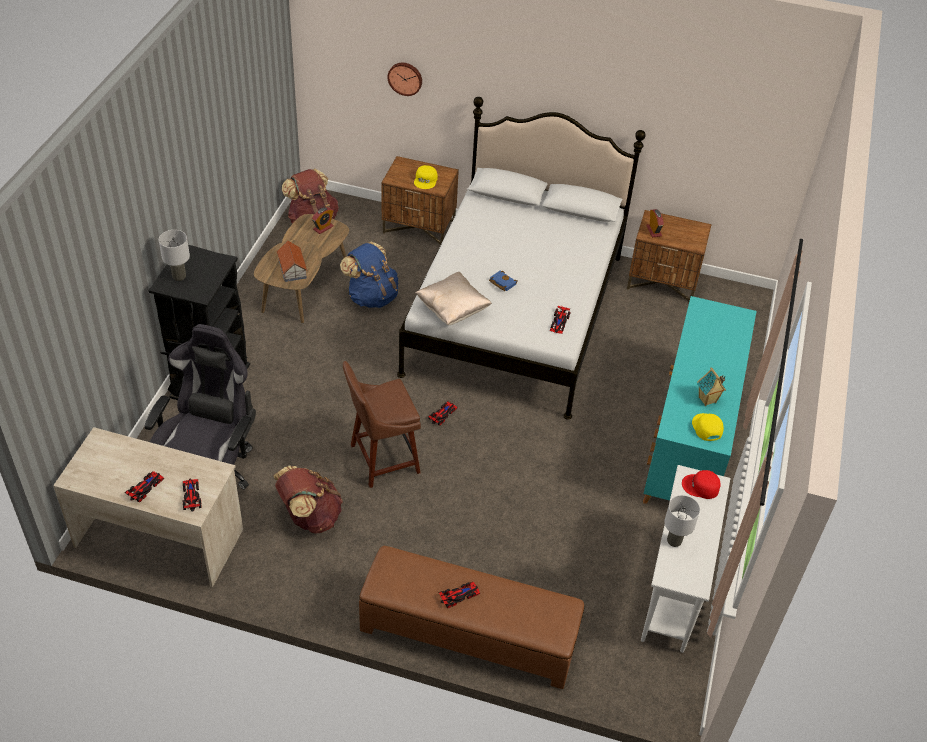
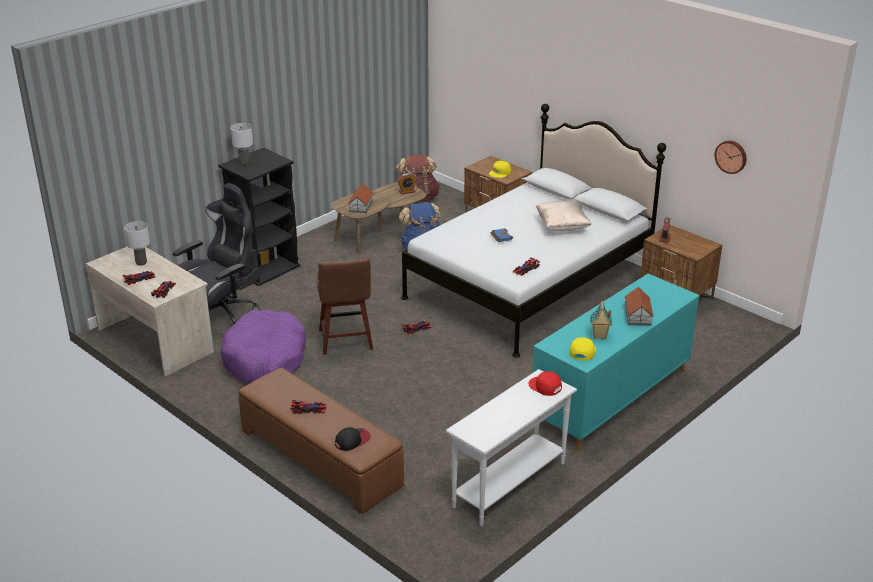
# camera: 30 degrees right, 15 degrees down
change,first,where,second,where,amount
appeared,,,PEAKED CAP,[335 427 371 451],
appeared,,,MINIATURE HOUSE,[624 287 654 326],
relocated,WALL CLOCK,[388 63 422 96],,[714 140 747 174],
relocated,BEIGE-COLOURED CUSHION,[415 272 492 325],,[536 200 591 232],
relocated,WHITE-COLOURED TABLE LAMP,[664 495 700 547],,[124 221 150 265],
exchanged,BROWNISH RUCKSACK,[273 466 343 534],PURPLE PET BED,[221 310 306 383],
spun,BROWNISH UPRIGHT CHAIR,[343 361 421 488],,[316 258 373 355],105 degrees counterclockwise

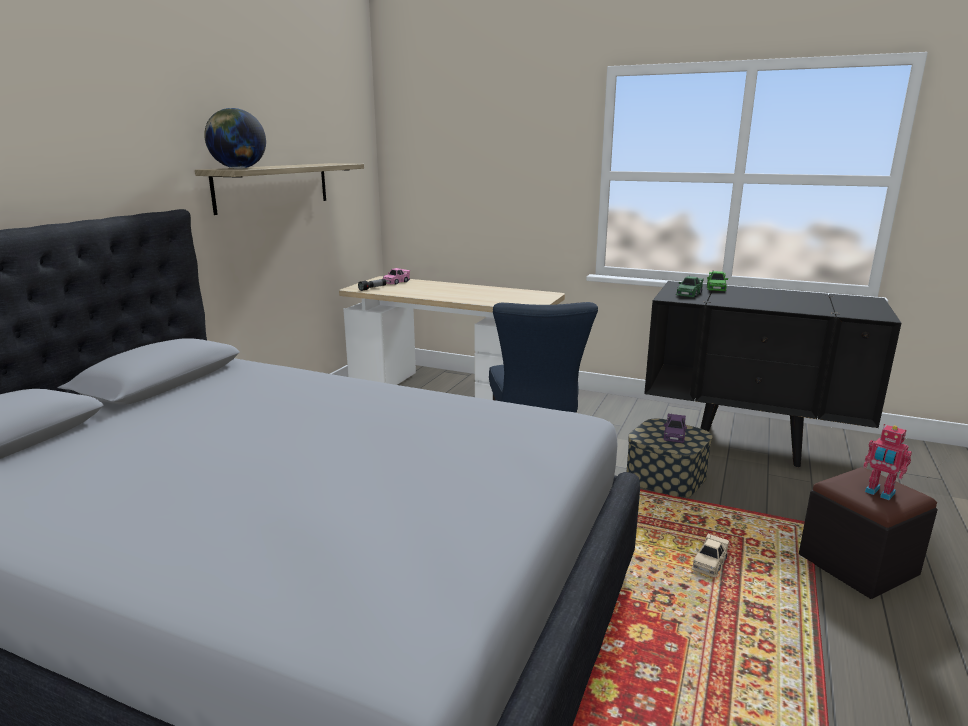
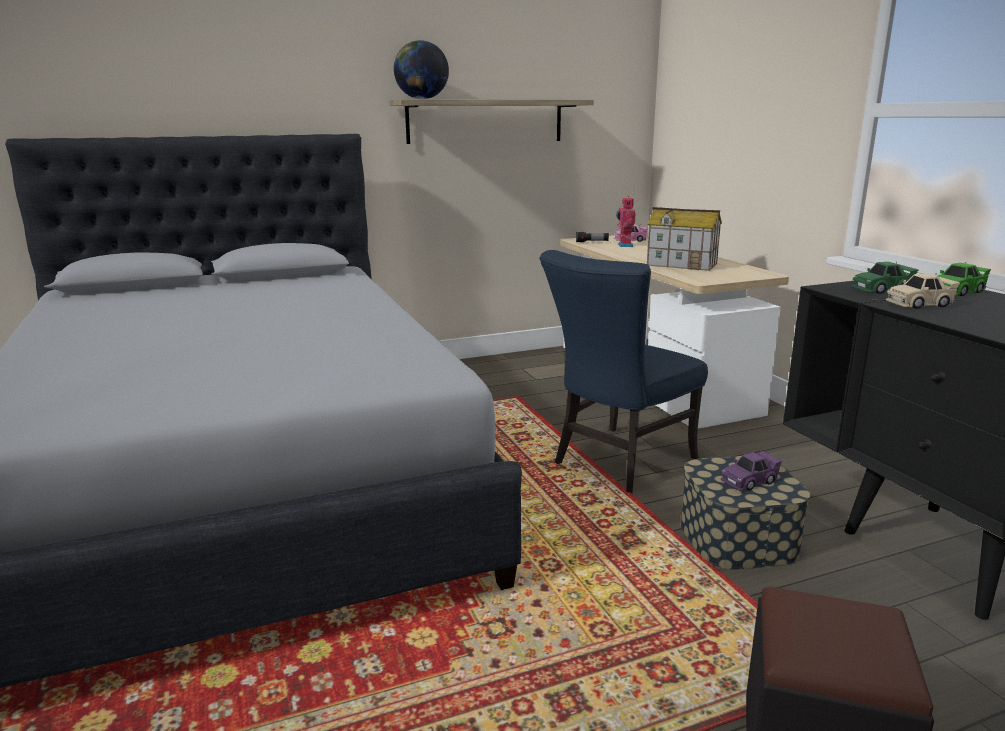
# camera: 45 degrees right, 0 degrees up
change,first,where,second,where,amount
appeared,,,MINIATURE HOUSE,[647 207 722 271],
relocated,BEIGE-COLOURED TOY CAR,[691 534 729 577],,[886 274 960 309],
relocated,ROBOT FIGURE,[863 424 912 500],,[616 196 636 247],

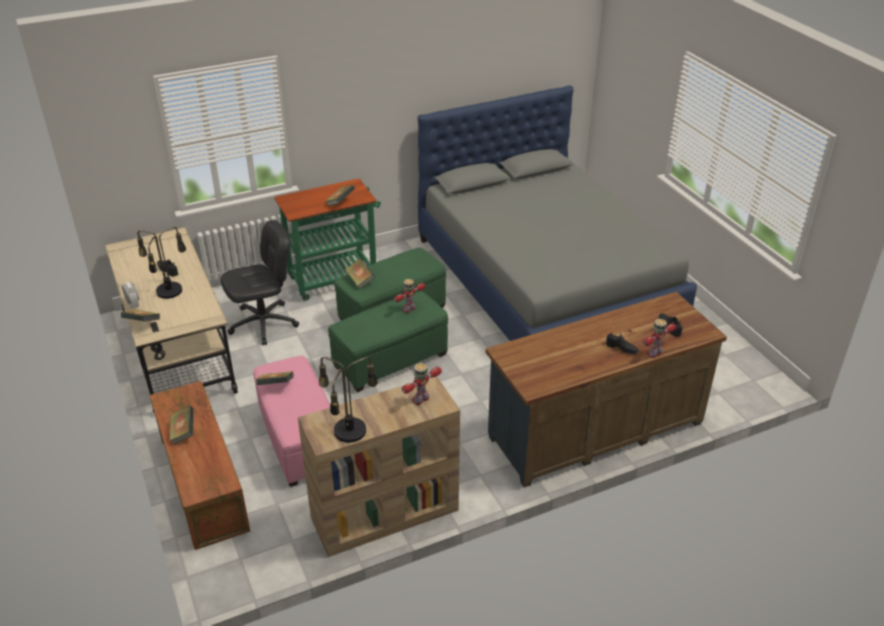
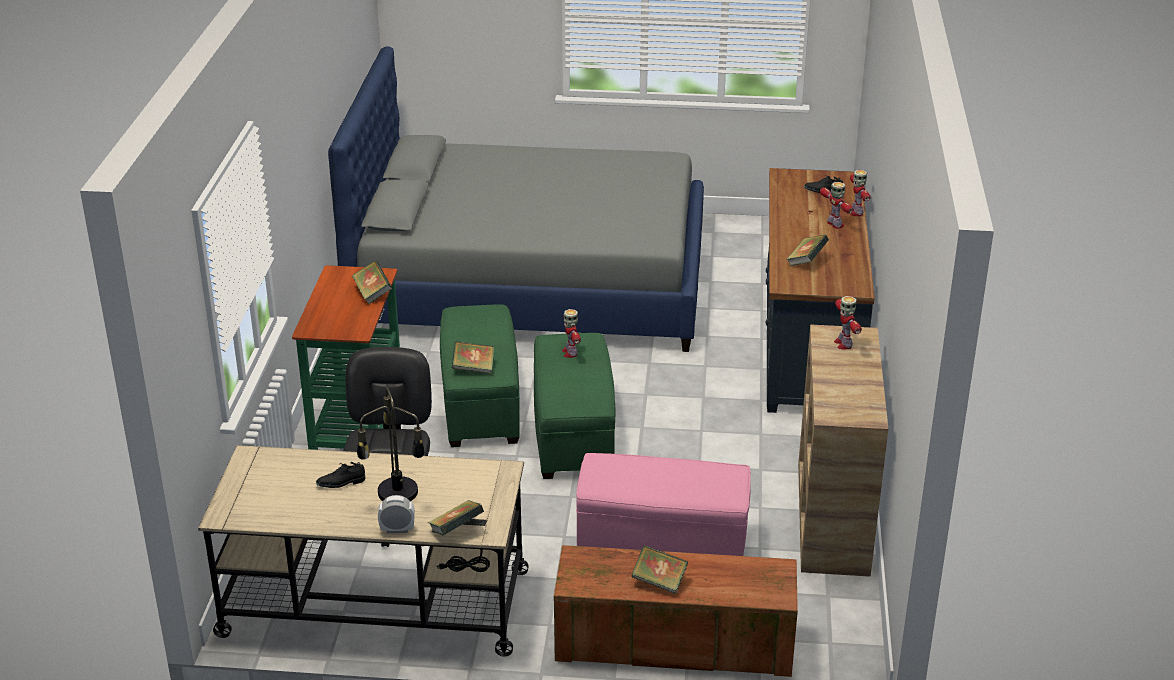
# camera: 60 degrees left, 5 degrees down
change,first,where,second,where,amount
missing,TABLE LAMP,[319 357 378 443],,,
relocated,BOUND BOOK,[256 371 294 385],,[786 235 829 266],
exchanged,BLACKISH ITEM OF FOOTWEAR,[606 332 639 354],ROBOT FIGURE,[820 182 853 229],

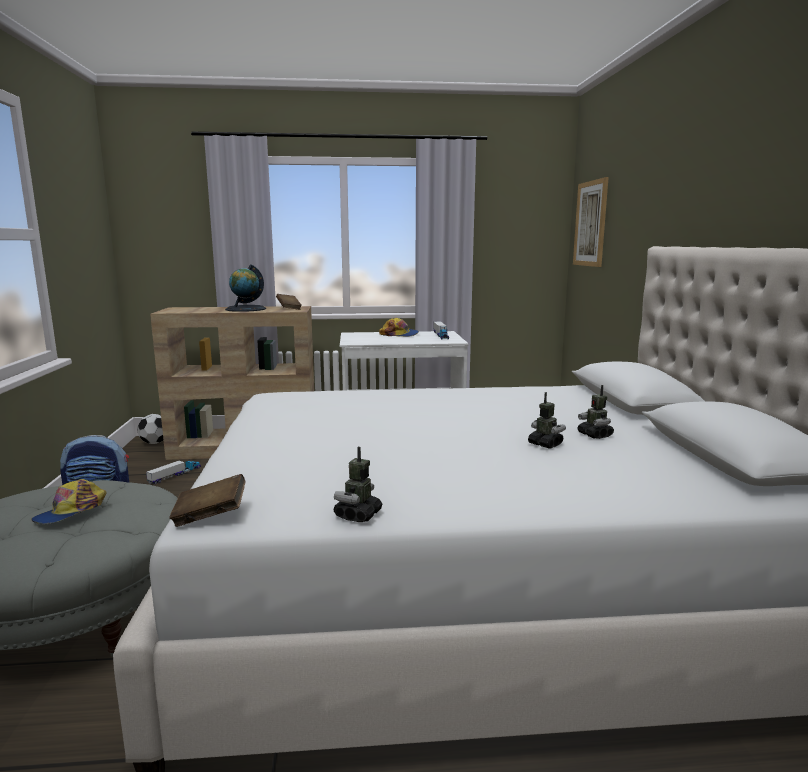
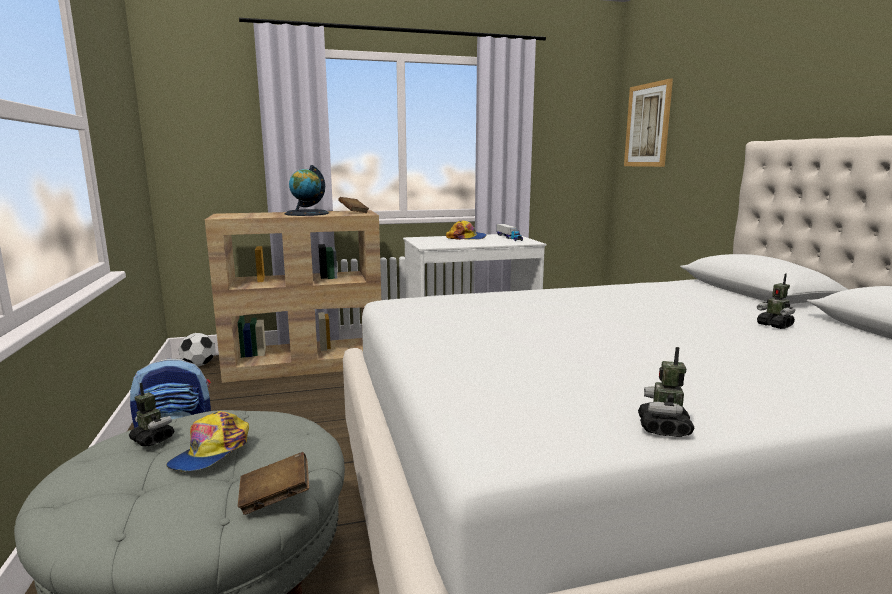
# camera: 10 degrees left, 0 degrees up
change,first,where,second,where,amount
missing,TOY LORRY,[146 459 201 484],,,
relocated,BROWNISH BOUND BOOK,[169 474 246 527],,[238 452 309 515],
relocated,ROBOT FIGURE,[528 392 566 449],,[129 383 174 446],

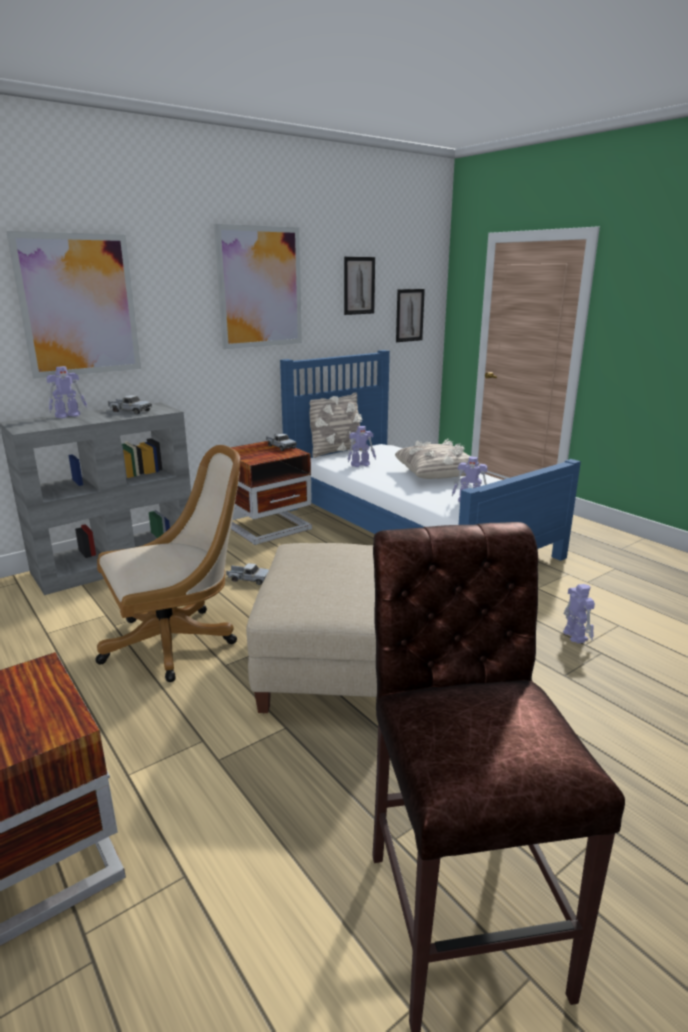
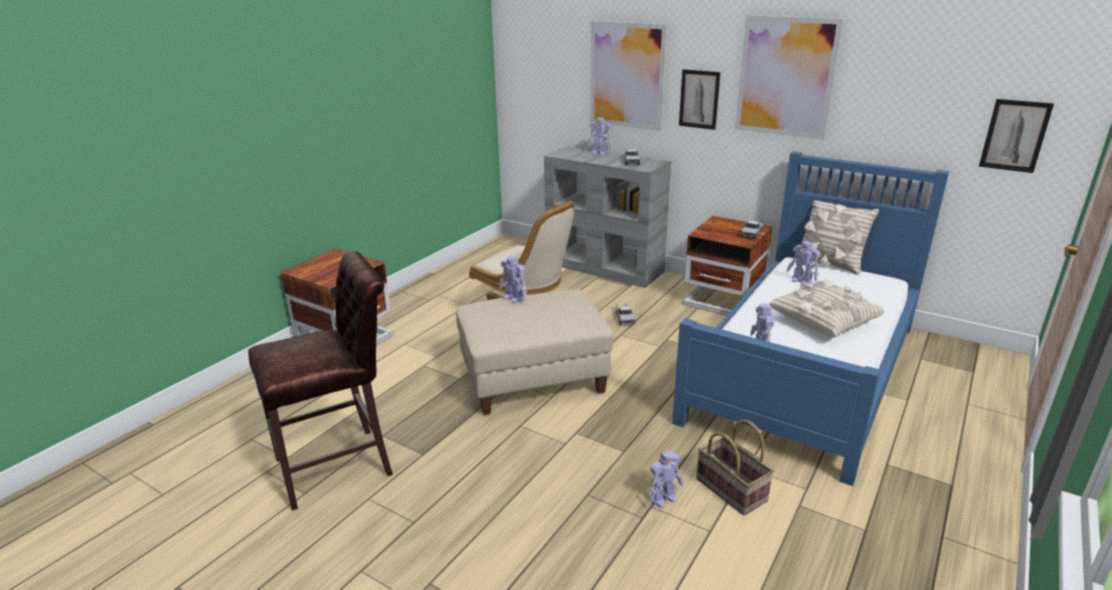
# camera: 70 degrees right, 5 degrees up
change,first,where,second,where,amount
appeared,,,ROBOT FIGURE,[499 256 527 303],
appeared,,,STORAGE BASKET,[696 420 774 515],
relocated,PICTURE,[344 257 375 315],,[679 69 720 130],

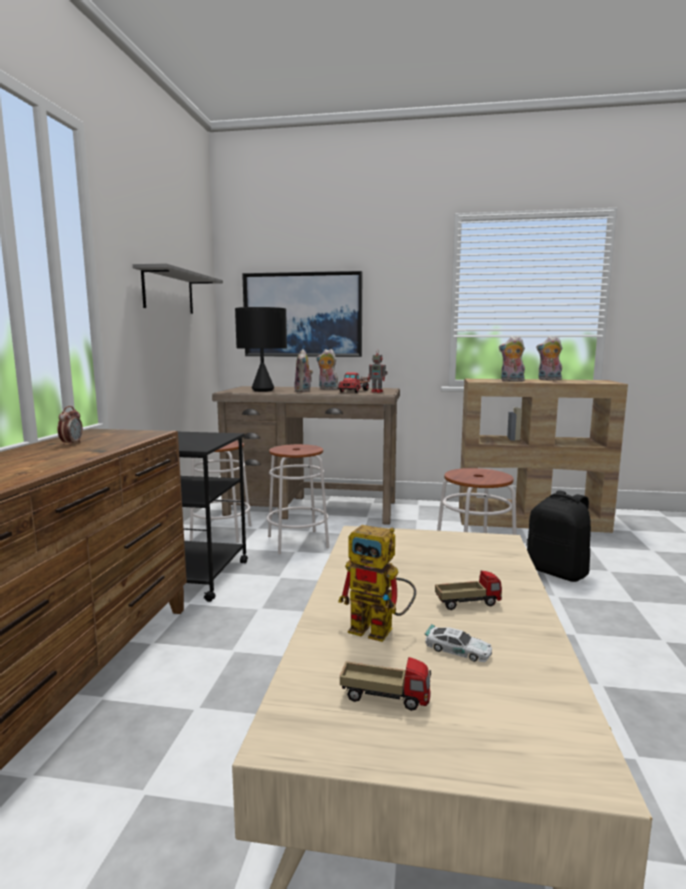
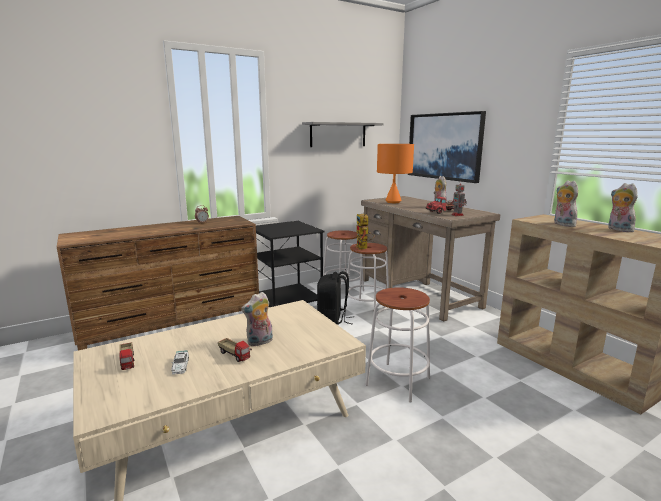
# camera: 50 degrees right, 5 degrees up
change,first,where,second,where,amount
relocated,CUDDLY TOY,[294 349 313 392],,[241 292 273 346],
relocated,ROBOT FIGURE,[338 525 416 642],,[356 214 374 250],
relocated,BLACKISH RUCKSACK,[527 490 591 582],,[317 271 354 325],
colour,BLACKISH TABLE LAMP,[235 307 287 392],ORANGEY TABLE LAMP,[377 144 414 203],

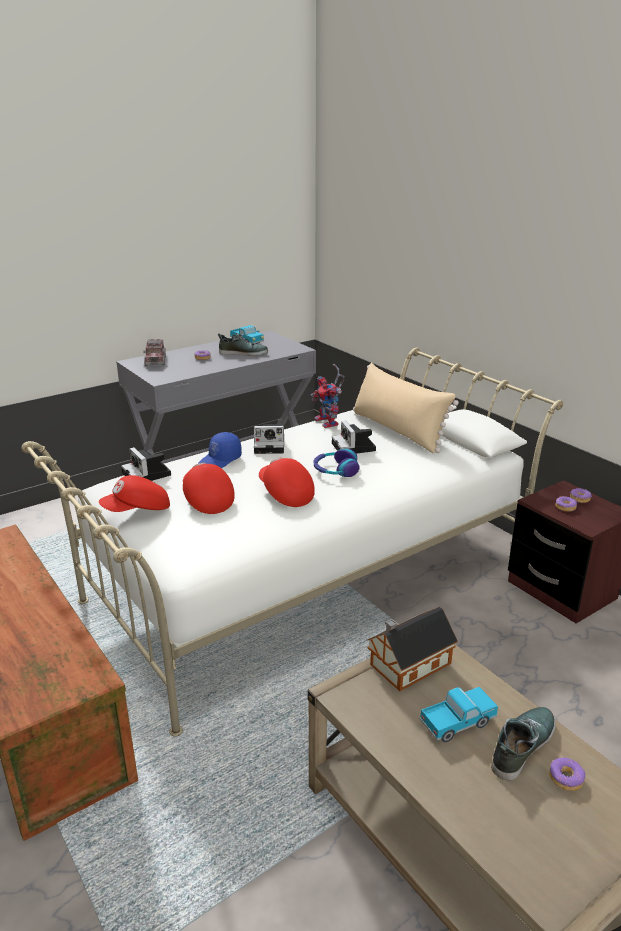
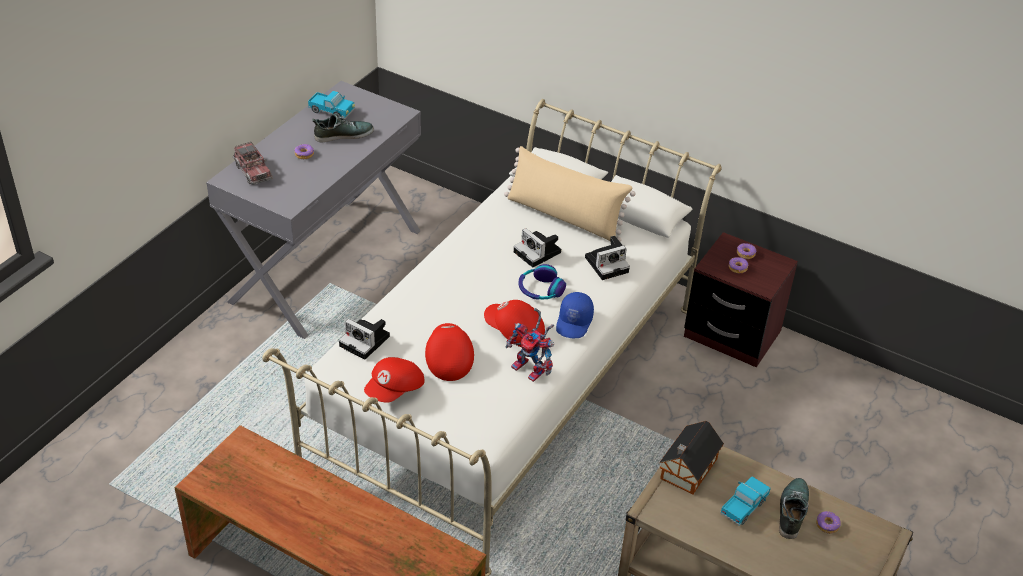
# camera: 25 degrees left, 15 degrees up
change,first,where,second,where,amount
relocated,BLUE-COLOURED PEAKED CAP,[198 432 242 468],,[556 292 594 338],
relocated,PHOTO CAMERA,[254 420 284 454],,[585 236 630 280],
relocated,ROBOT FIGURE,[310 364 345 428],,[505 308 555 382],
spun,REDDISH PEAKED CAP,[183 463 235 514],,[425 323 474 381],45 degrees clockwise

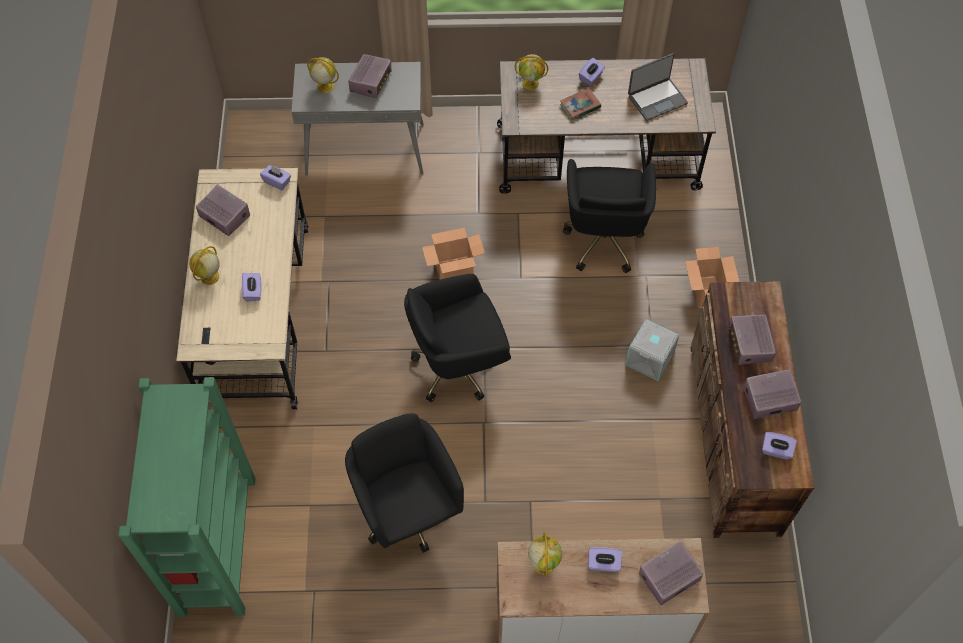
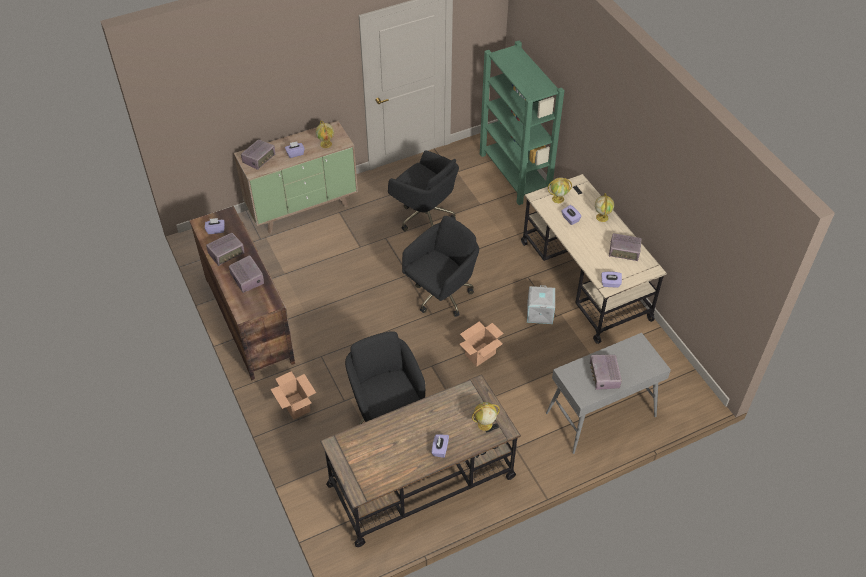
# camera: 155 degrees right, 10 degrees down
change,first,where,second,where,amount
missing,BOUND BOOK,[560 88 601 121],,,
missing,LAPTOP,[628 53 688 121],,,
relocated,GLOBE,[307 57 339 93],,[548 177 572 203],
relocated,GREYISH STORAGE BOX,[625 319 680 381],,[527 285 555 324],

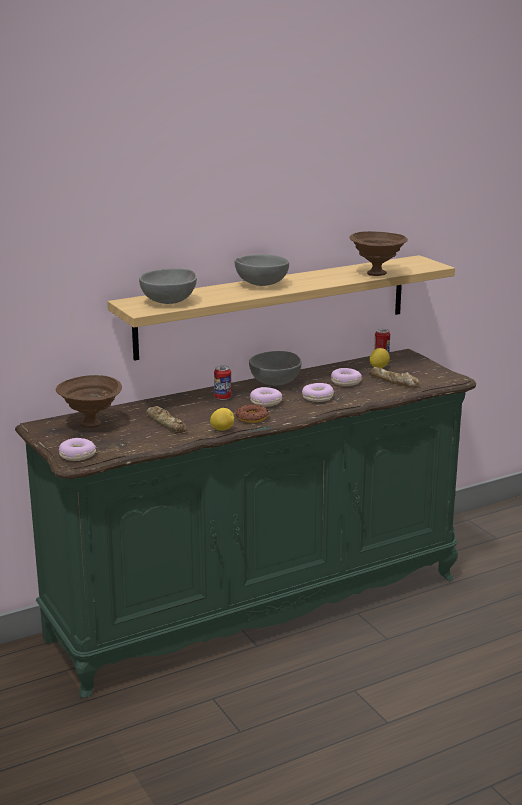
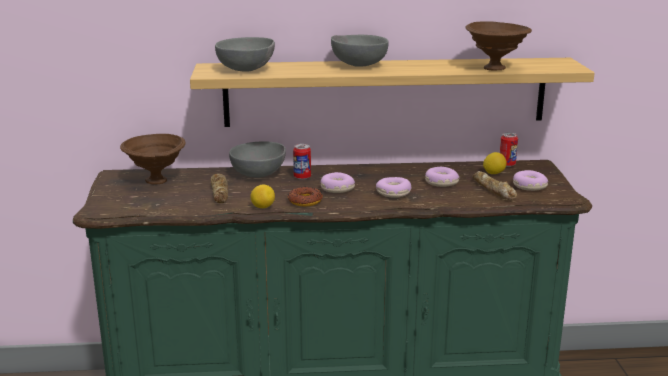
# camera: 25 degrees right, 0 degrees up
change,first,where,second,where,amount
relocated,RING DOUGHNUT,[59 438 96 461],,[513 170 548 191],
relocated,GREYISH BOWL,[249 351 302 386],,[229 141 286 177],

